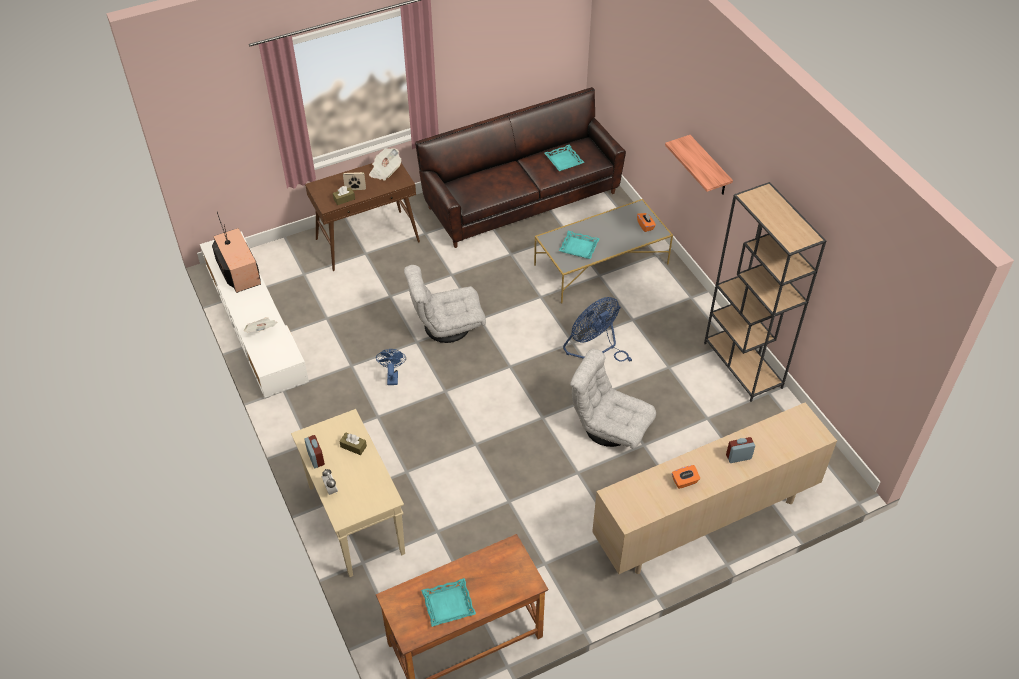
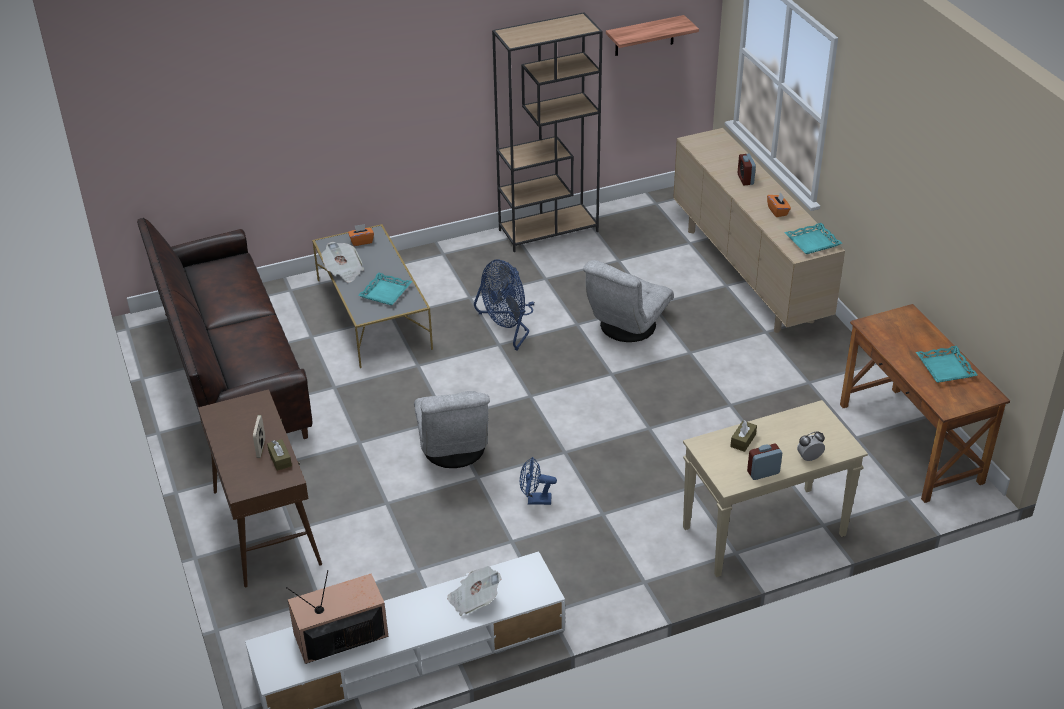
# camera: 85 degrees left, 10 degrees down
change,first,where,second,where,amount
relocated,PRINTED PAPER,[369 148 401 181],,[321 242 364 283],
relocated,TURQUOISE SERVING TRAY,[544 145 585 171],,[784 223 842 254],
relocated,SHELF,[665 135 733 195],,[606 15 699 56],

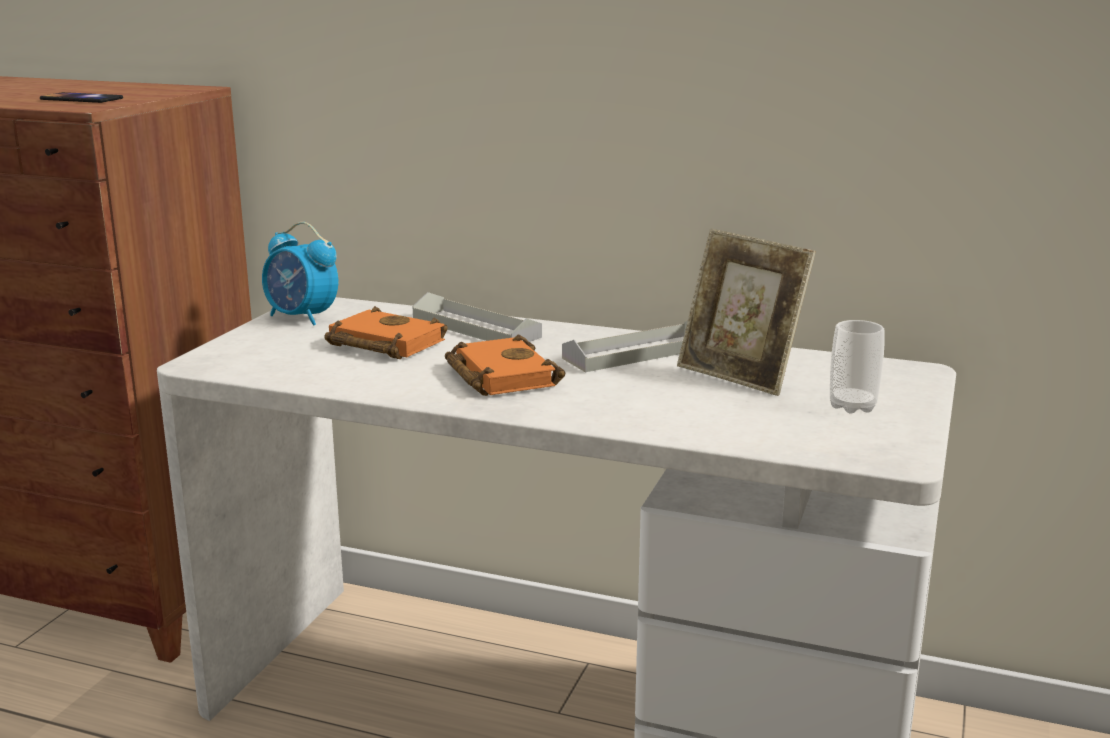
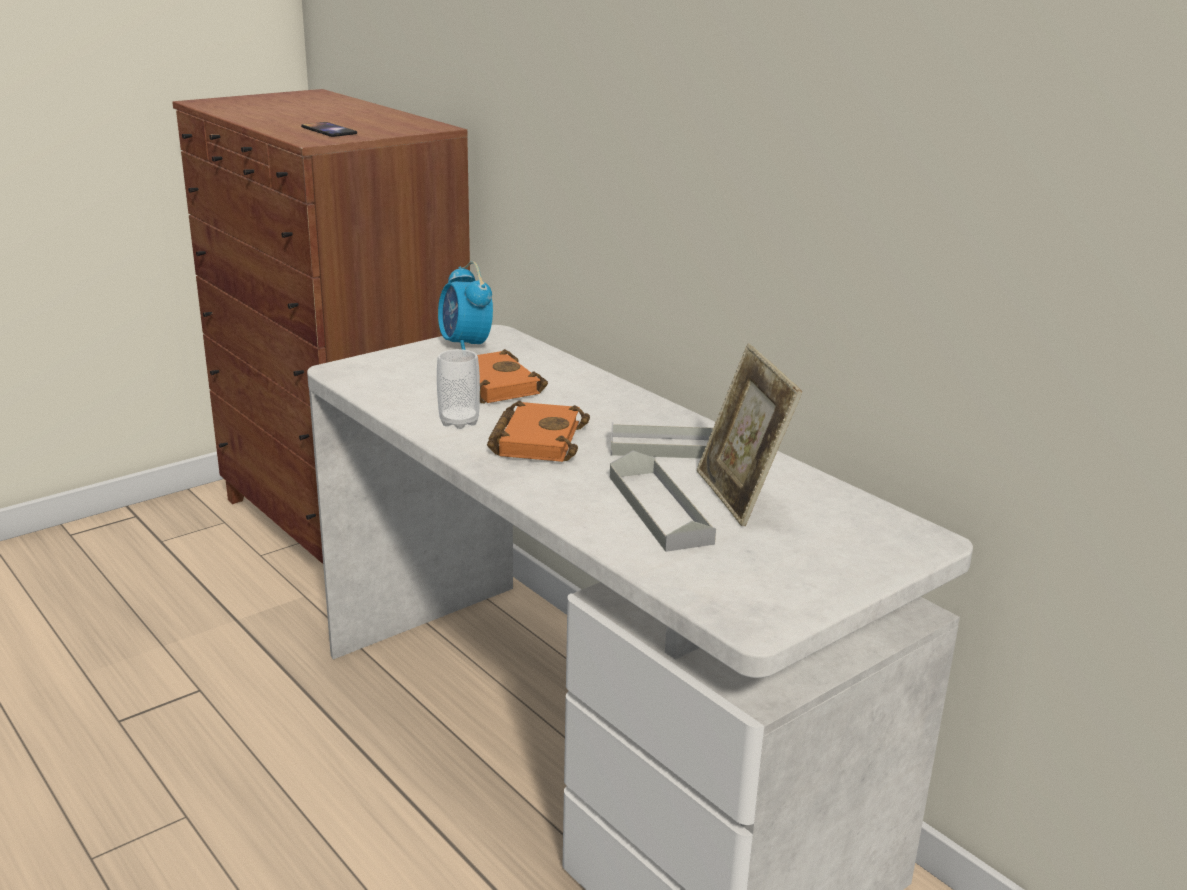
# camera: 30 degrees right, 5 degrees up
change,first,where,second,where,amount
relocated,GREYISH SERVING TRAY,[412 292 542 342],,[610 451 716 552],
relocated,DRINKING CUP,[830 320 885 414],,[437 349 480 429],

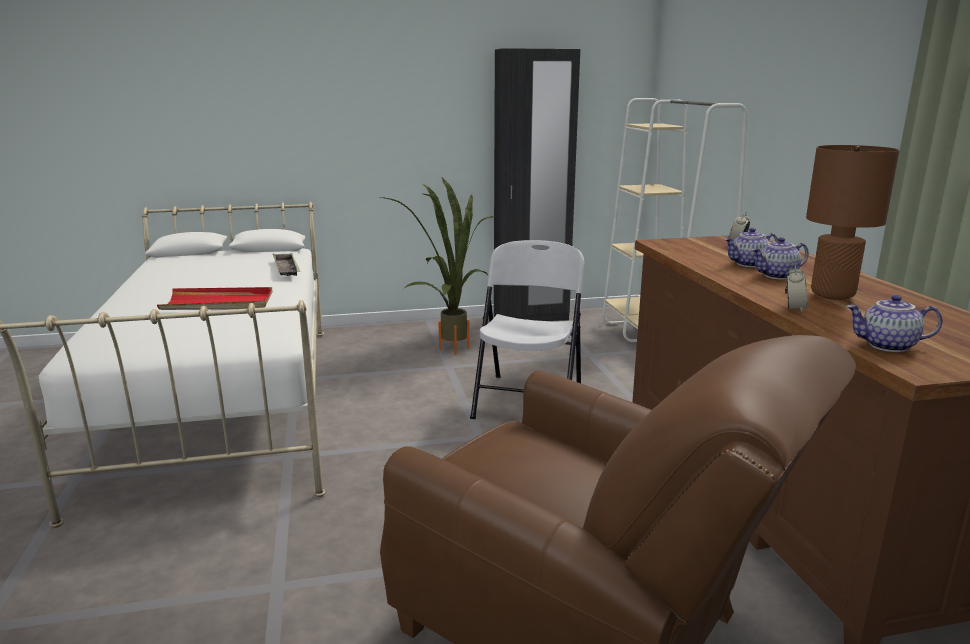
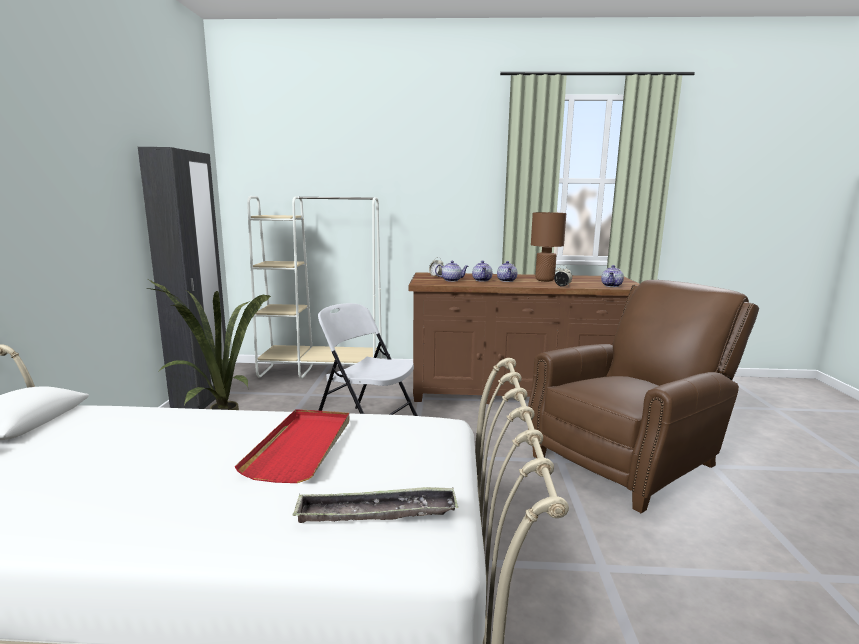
# camera: 75 degrees left, 5 degrees down
change,first,where,second,where,amount
appeared,,,TEAPOT,[435 261 468 282],
relocated,SERVING TRAY,[273 253 300 276],,[292 487 458 523],

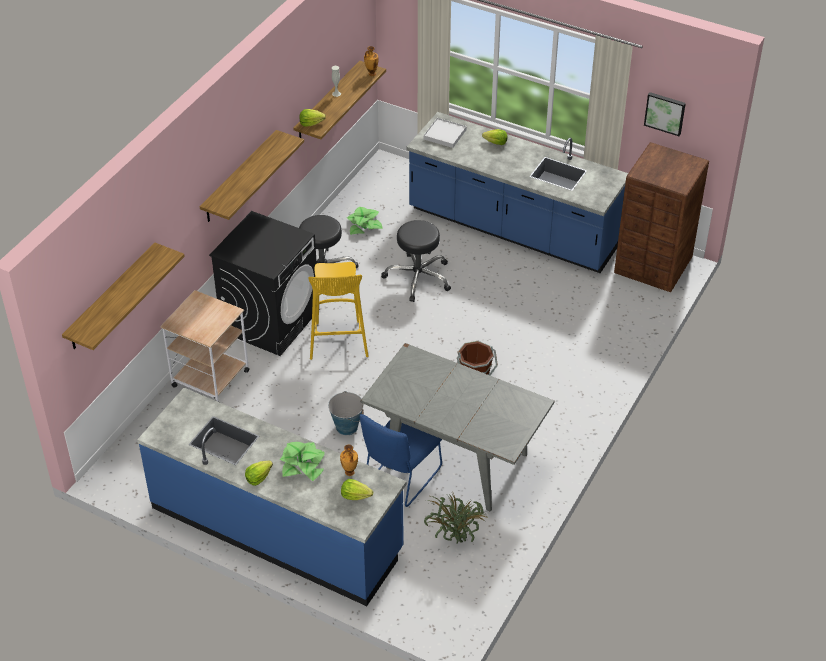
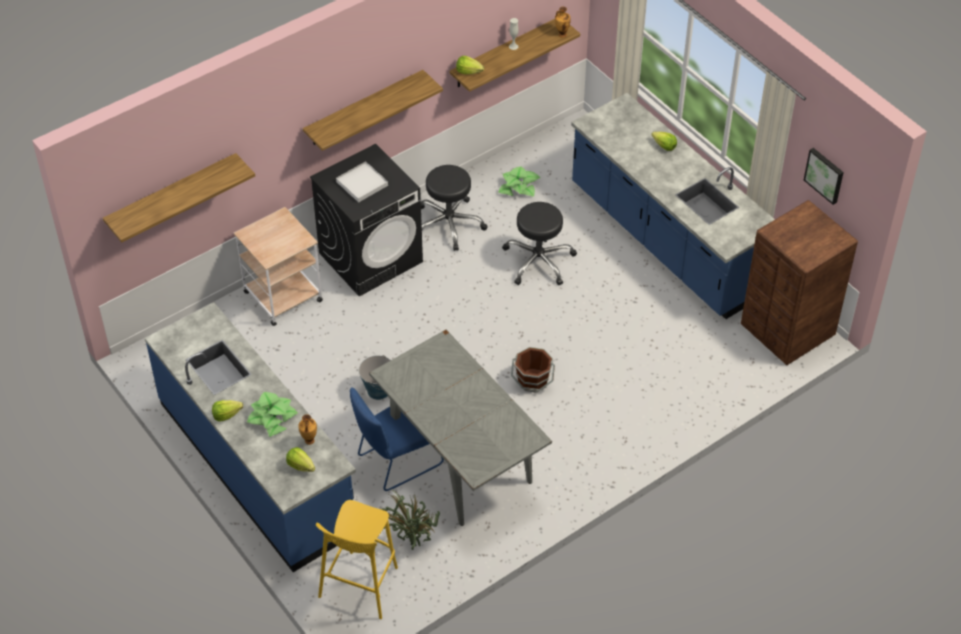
# camera: 25 degrees right, 5 degrees up
change,first,where,second,where,amount
relocated,YELLOW STOOL SEAT,[308 262 368 360],,[316 500 398 619],
relocated,WHITE-COLOURED SERVING TRAY,[423 118 467 148],,[336 161 388 203],

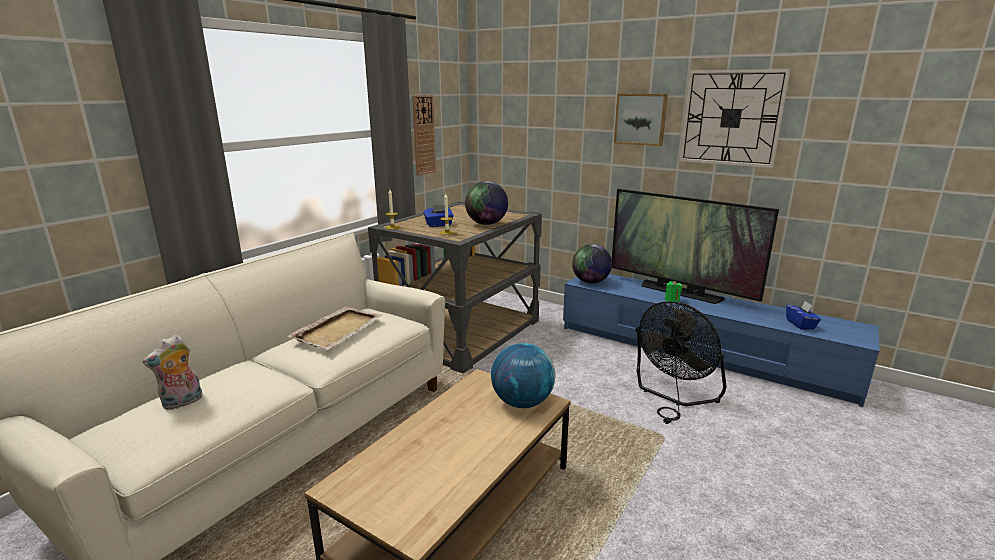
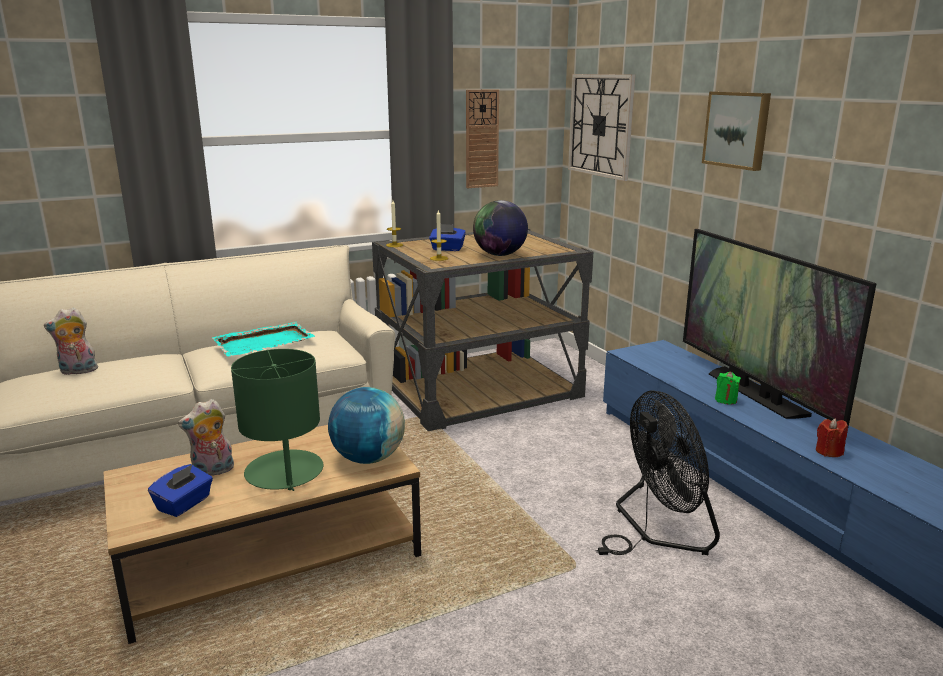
# camera: 30 degrees right, 0 degrees up
change,first,where,second,where,amount
missing,GLOBE,[572 244 612 284],,,
appeared,,,CUDDLY TOY,[178 399 234 476],
appeared,,,GREEN-COLOURED TABLE LAMP,[231 349 323 491],
appeared,,,REDDISH WAX CANDLE,[816 418 848 457],
relocated,WALL CLOCK,[679 69 791 168],,[568 74 635 181],
relocated,BLUE-COLOURED TISSUE HOLDER,[786 301 821 330],,[148 464 213 517],
colour,BEIGE-COLOURED SERVING TRAY,[287 306 382 350],TURQUOISE SERVING TRAY,[212 322 316 357],

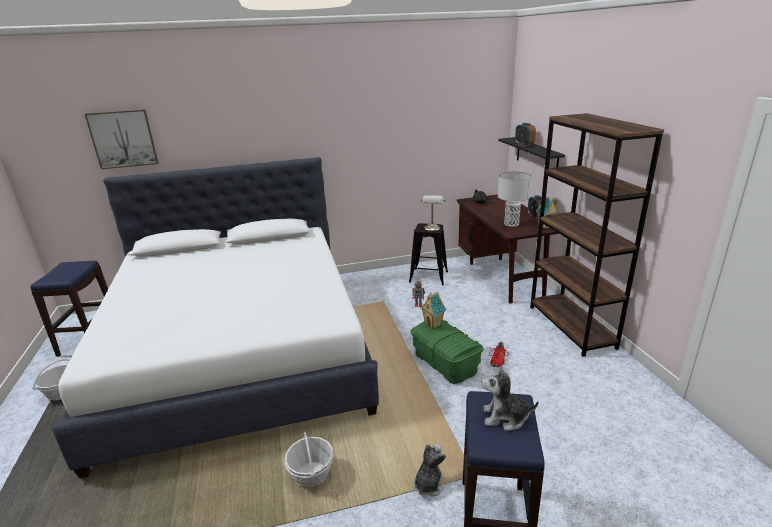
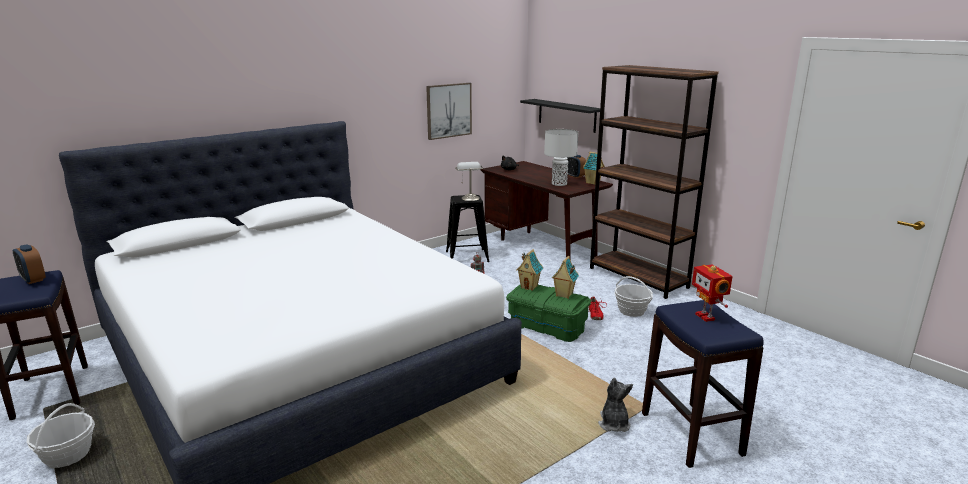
# camera: 25 degrees left, 5 degrees down
change,first,where,second,where,amount
appeared,,,MINIATURE HOUSE,[552 256 579 299],
relocated,PICTURE,[85 109 158 169],,[426 83 472 140],
relocated,STORAGE BASKET,[285 432 333 487],,[614 276 653 317],
relocated,BEDSIDE CLOCK,[515 123 536 146],,[13 244 46 284],
exchanged,CUDDLY TOY,[481 365 539 431],ROBOT FIGURE,[692 264 733 322],

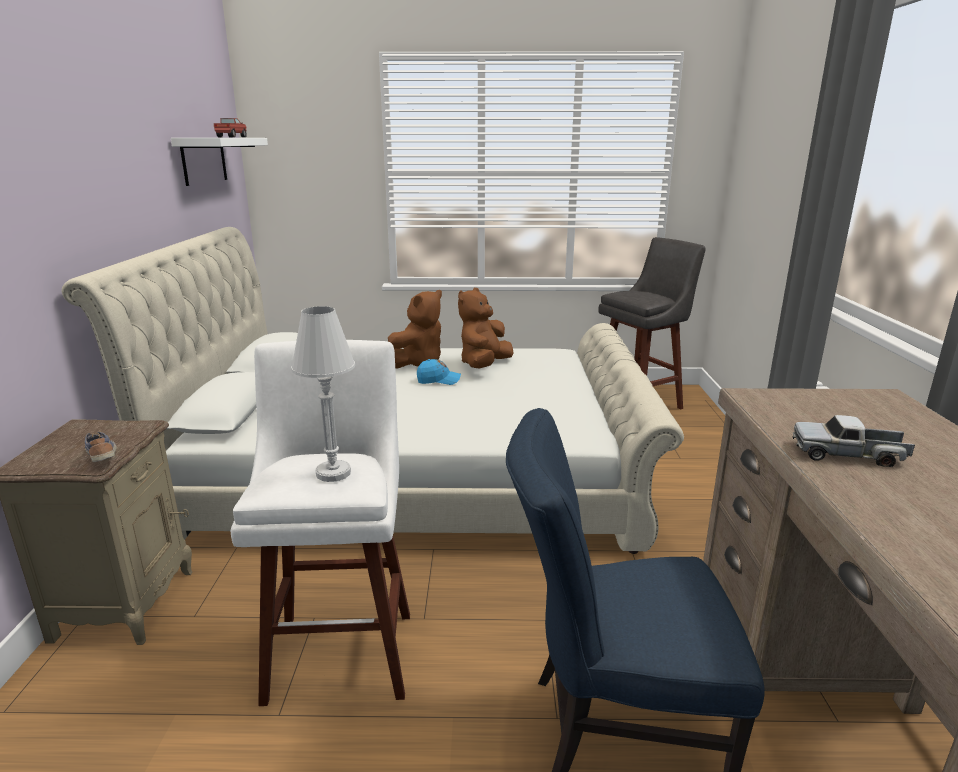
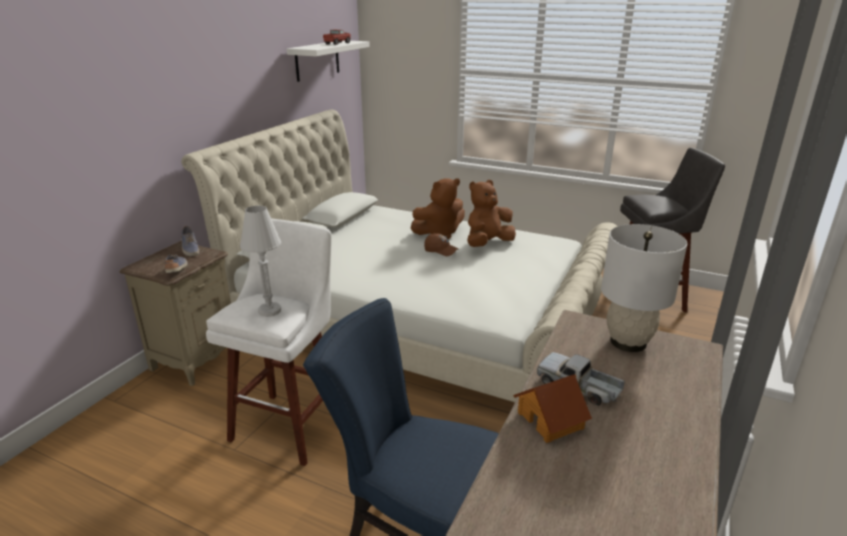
# camera: 25 degrees right, 5 degrees up
change,first,where,second,where,amount
appeared,,,ITEM OF FOOTWEAR,[181 226 199 256],
appeared,,,MINIATURE HOUSE,[513 374 592 443],
appeared,,,WHITE-COLOURED TABLE LAMP,[601 224 687 352],
colour,BLUE-COLOURED PEAKED CAP,[417 359 461 385],BROWNISH PEAKED CAP,[424 233 458 256],

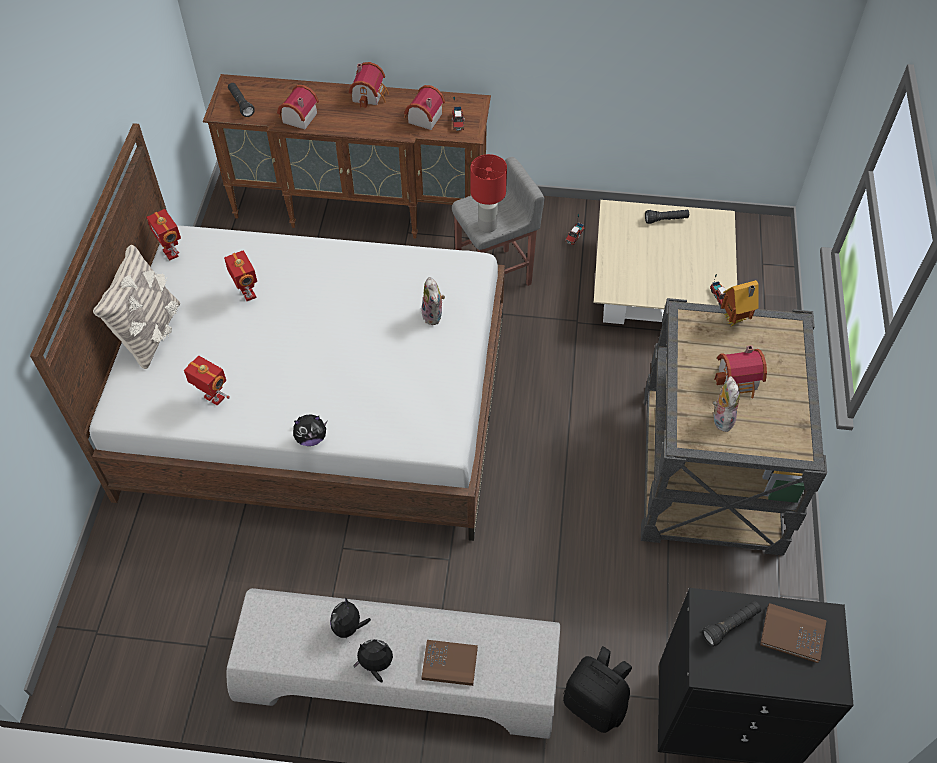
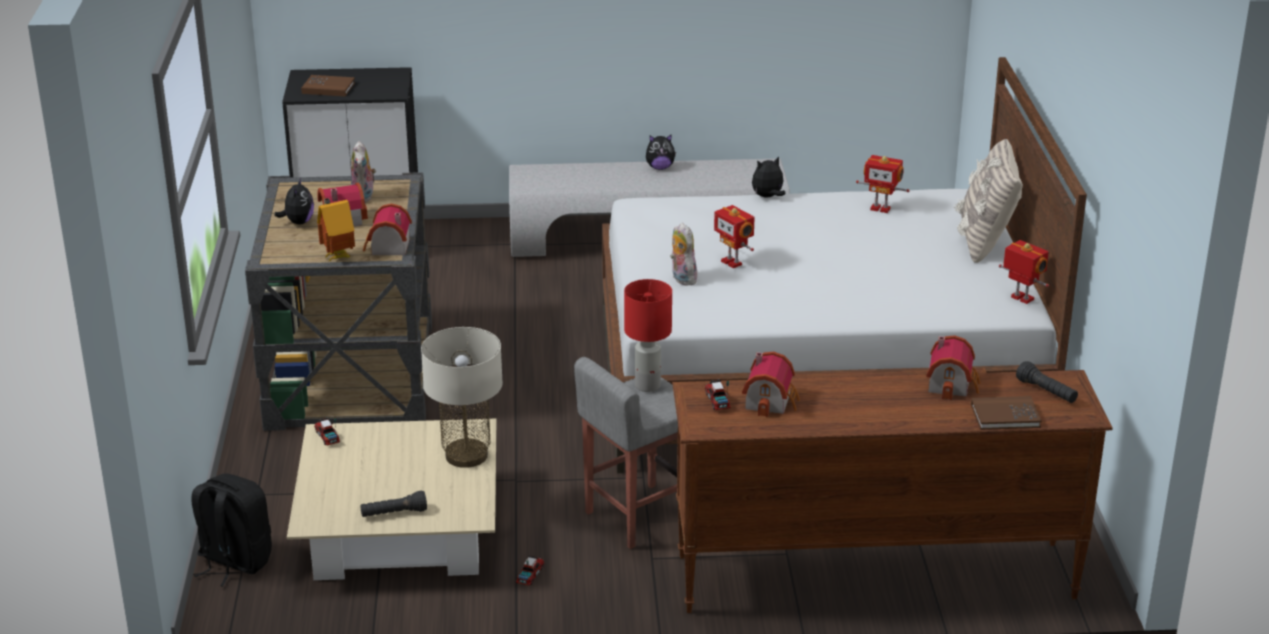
# camera: 170 degrees right, 25 degrees down
change,first,where,second,where,amount
missing,BLACKISH FLASHLIGHT,[702 601 761 647],,,
appeared,,,TABLE LAMP,[421 327 503 468],
relocated,ROBOT FIGURE,[224 250 257 301],,[714 205 755 268],
relocated,CUDDLY TOY,[330 597 371 640],,[274 178 314 225],
relocated,MINIATURE HOUSE,[349 62 389 108],,[363 204 412 255],
relocated,BROWNISH BOUND BOOK,[421 640 478 686],,[971 396 1042 430],
relocated,BLACKISH RUCKSACK,[563 646 632 733],,[191 473 272 586],

